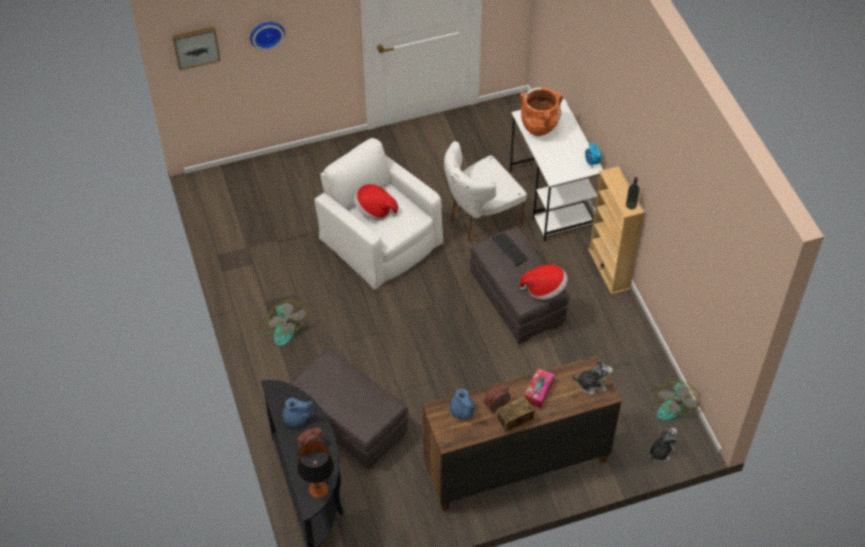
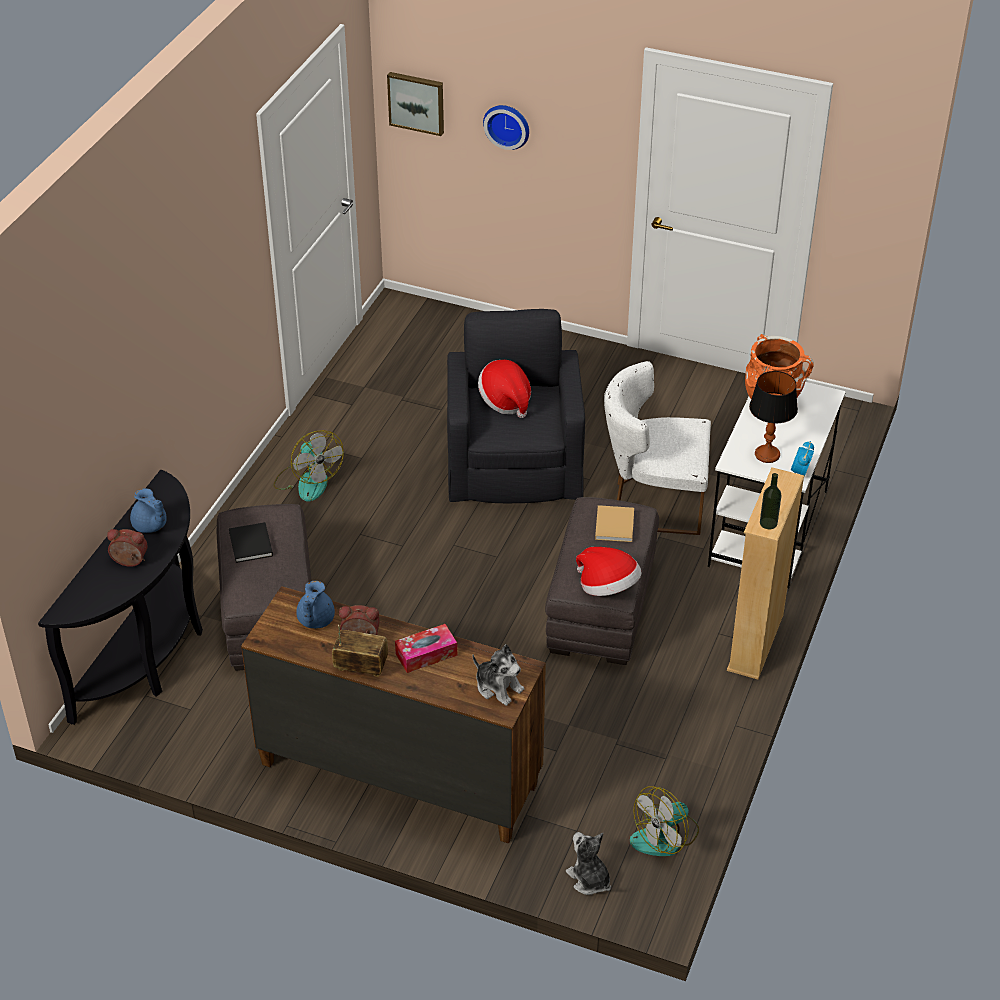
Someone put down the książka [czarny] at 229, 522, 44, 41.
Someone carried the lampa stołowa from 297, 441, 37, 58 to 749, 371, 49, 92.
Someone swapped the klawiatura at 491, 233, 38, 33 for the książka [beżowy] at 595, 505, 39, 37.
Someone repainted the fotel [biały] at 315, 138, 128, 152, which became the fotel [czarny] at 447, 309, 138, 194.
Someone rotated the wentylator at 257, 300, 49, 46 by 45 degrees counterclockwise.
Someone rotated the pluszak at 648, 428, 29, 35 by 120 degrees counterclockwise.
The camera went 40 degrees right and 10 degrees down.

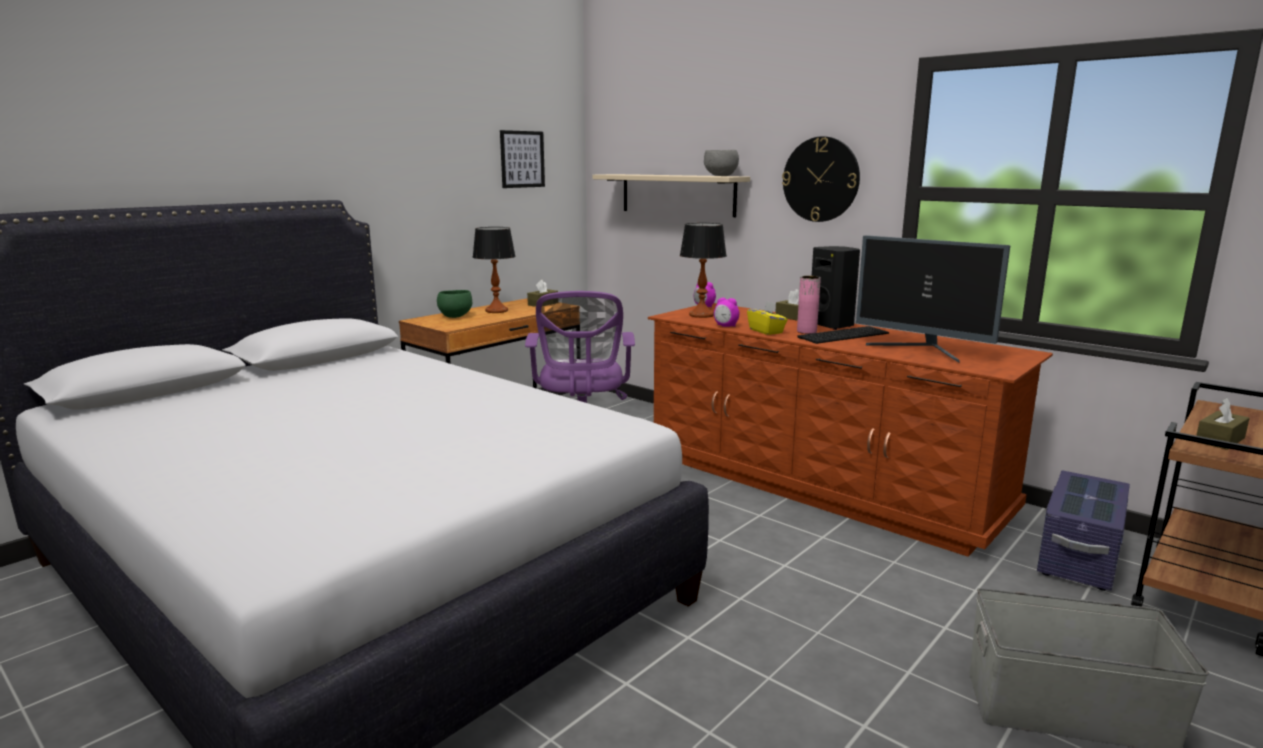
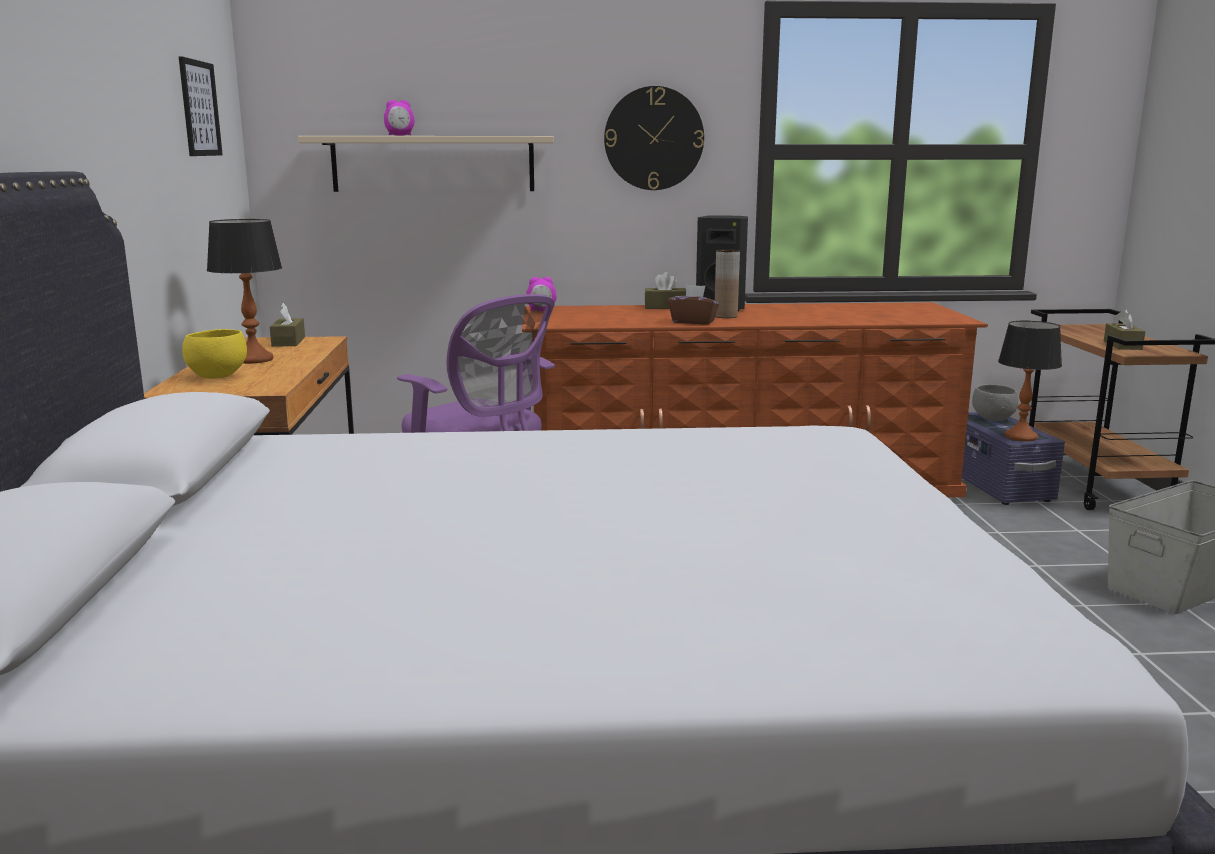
Someone took away the klawiatura at 797, 326, 92, 18.
Someone took away the monitor at 856, 235, 154, 127.
Someone carried the lampa stołowa from 680, 223, 47, 95 to 998, 321, 64, 120.
Someone carried the miska [szary] from 704, 150, 35, 26 to 972, 384, 47, 37.
Someone carried the budzik from 714, 298, 25, 29 to 384, 100, 31, 36.
Someone repainted the miska [zielony] at 437, 290, 35, 28, which became the miska [żółty] at 182, 329, 65, 50.
Someone repainted the pudełko chusteczek [żółty] at 747, 301, 41, 34, which became the pudełko chusteczek [brązowy] at 668, 285, 51, 40.
Someone repainted the wazon [różowy] at 797, 276, 24, 58, which became the wazon [brązowy] at 715, 249, 25, 69.
The camera went 45 degrees left and 0 degrees up.

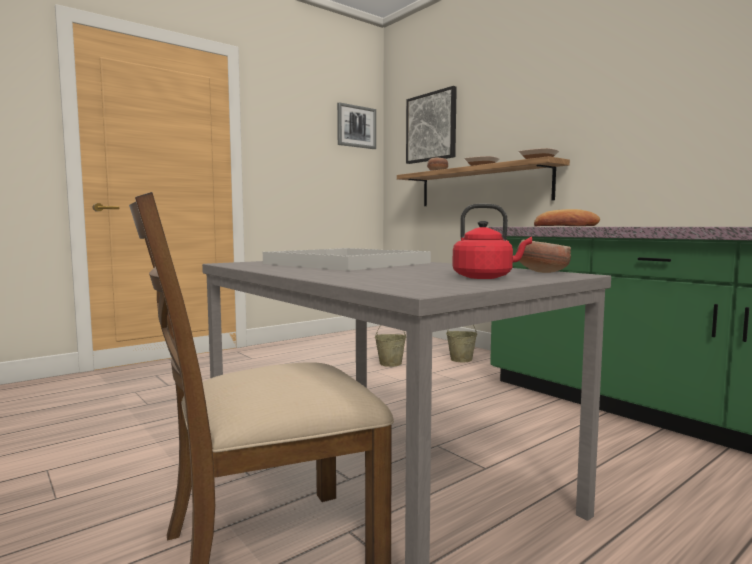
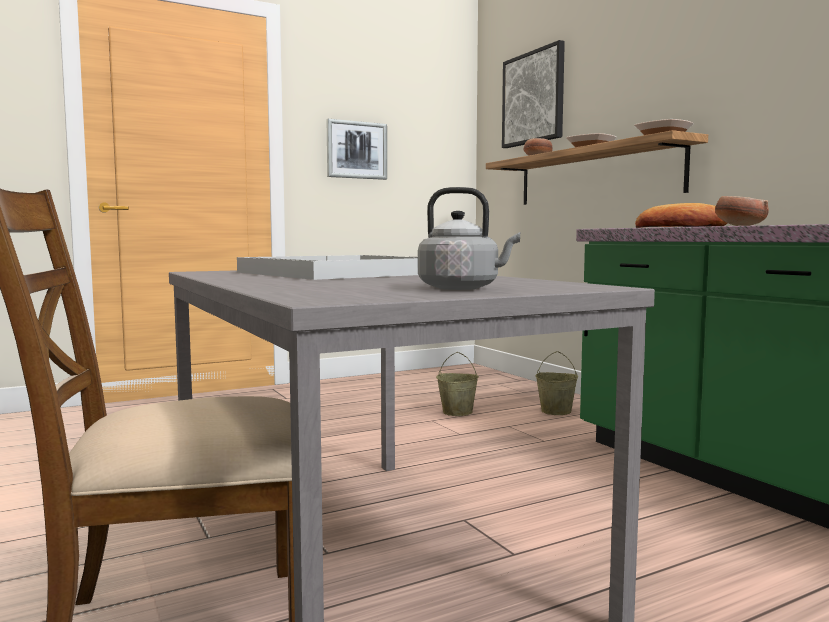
Someone carried the obraz from 337, 102, 39, 47 to 327, 119, 60, 61.
Someone carried the miska from 516, 239, 55, 34 to 715, 196, 54, 30.
Someone repainted the czajnik [czerwony] at 452, 204, 80, 75, which became the czajnik [szary] at 418, 187, 102, 103.
The camera went 10 degrees right and 0 degrees up.

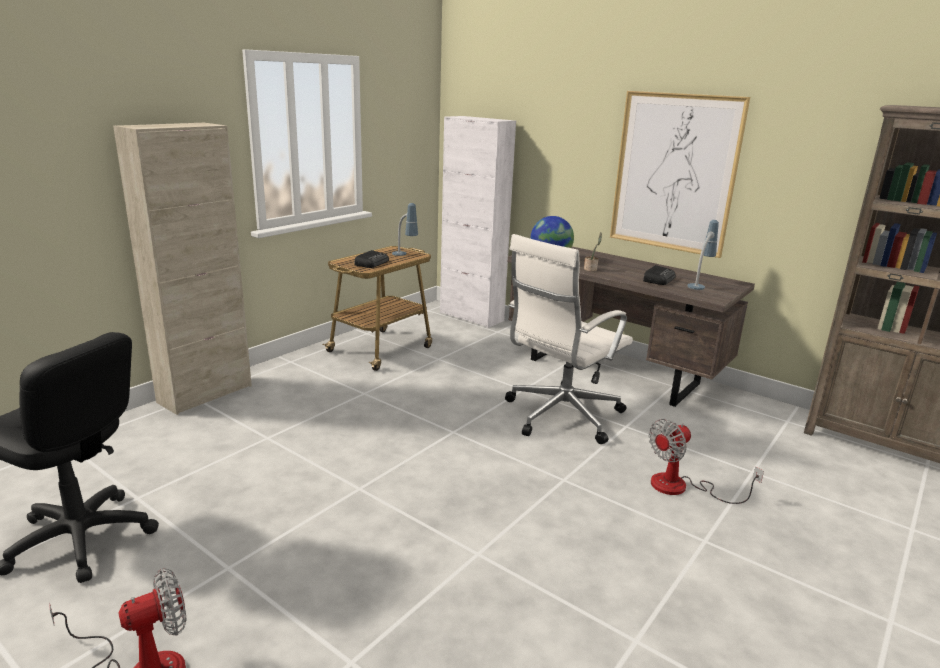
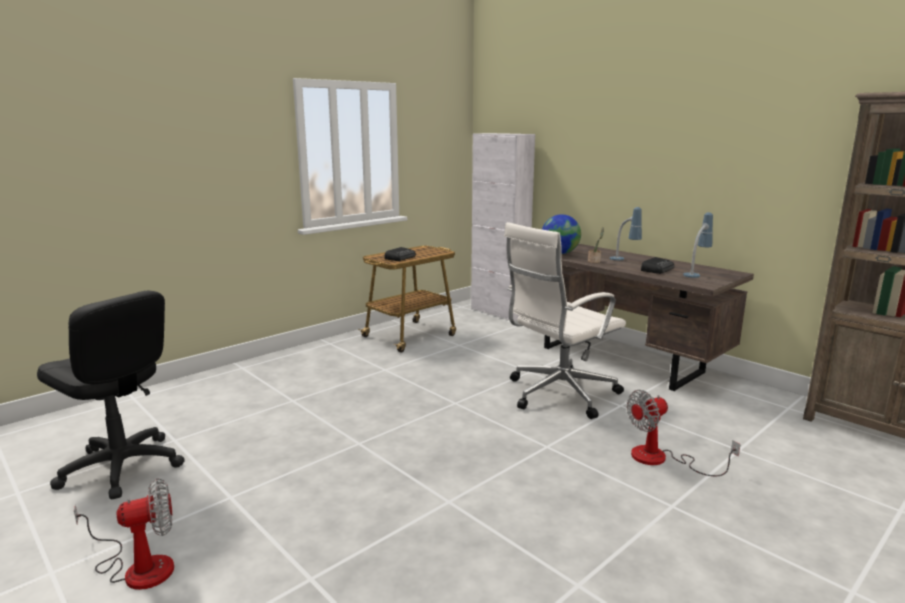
Someone took away the szafka [beżowy] at 113, 122, 139, 293.
Someone took away the obraz at 610, 91, 140, 167.
Someone carried the lampa stołowa from 392, 203, 26, 53 to 610, 207, 32, 53.
The camera went 10 degrees right and 5 degrees down.

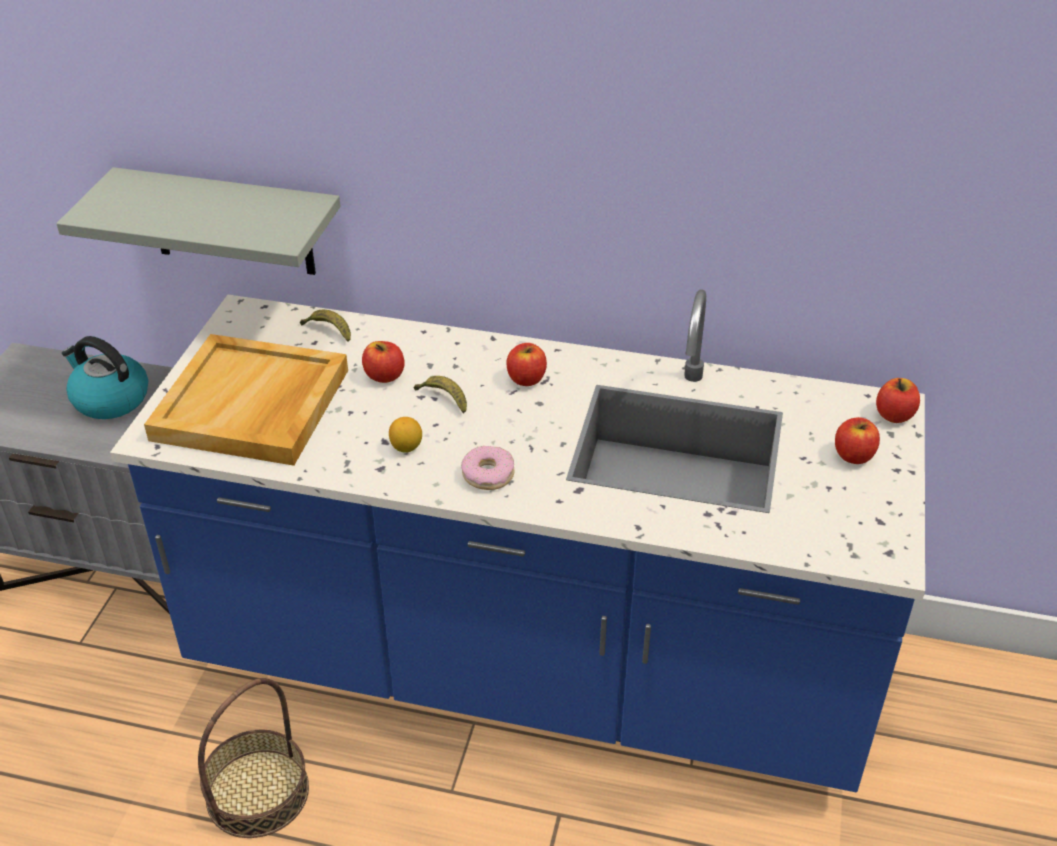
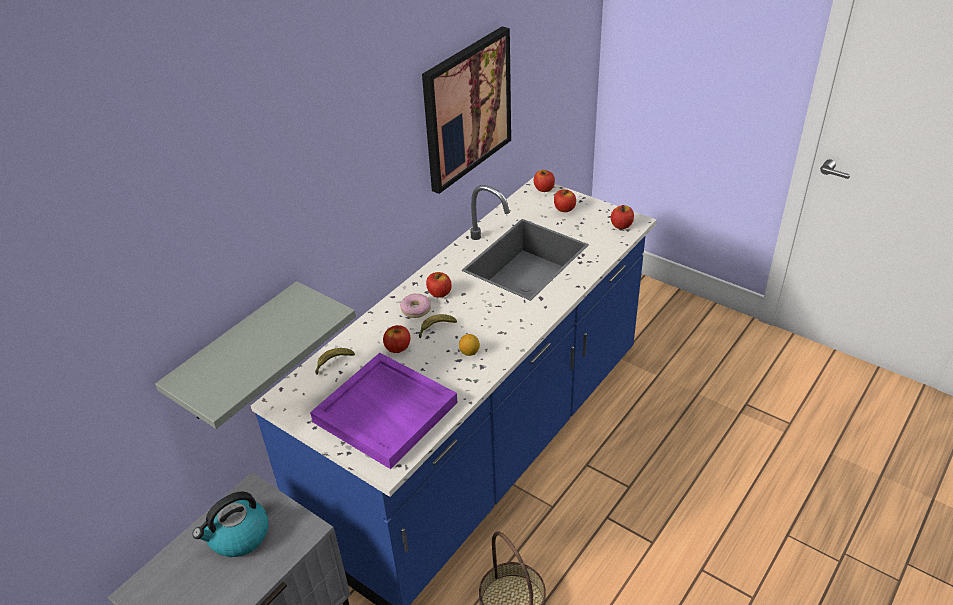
Someone put up the obraz at 422, 26, 89, 168.
Someone put down the jabłko at 611, 205, 23, 24.
Someone carried the donut from 461, 446, 53, 44 to 400, 293, 31, 25.
Someone repainted the taca [beżowy] at 144, 334, 204, 132, which became the taca [fioletowy] at 310, 353, 148, 116.
The camera went 65 degrees left and 0 degrees up.

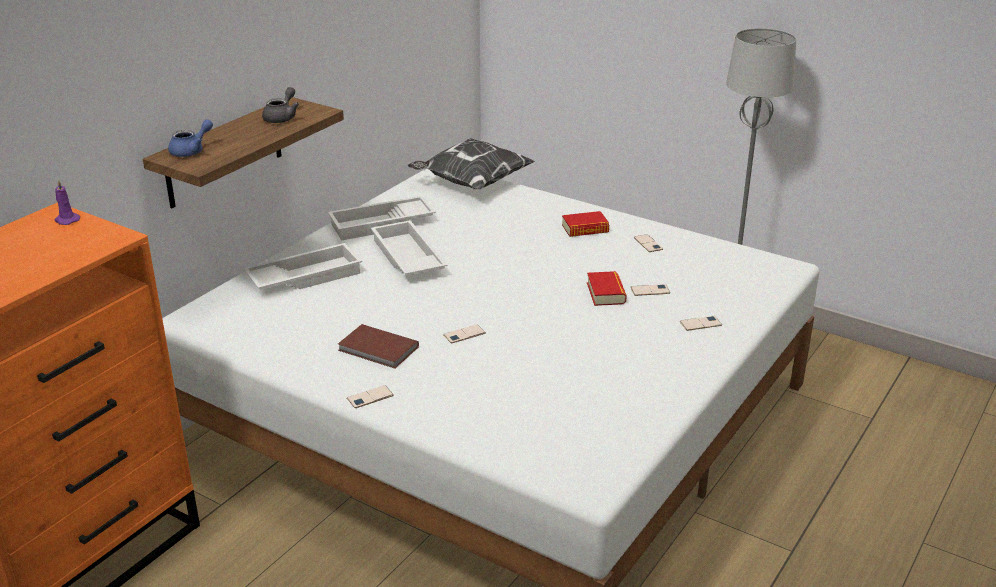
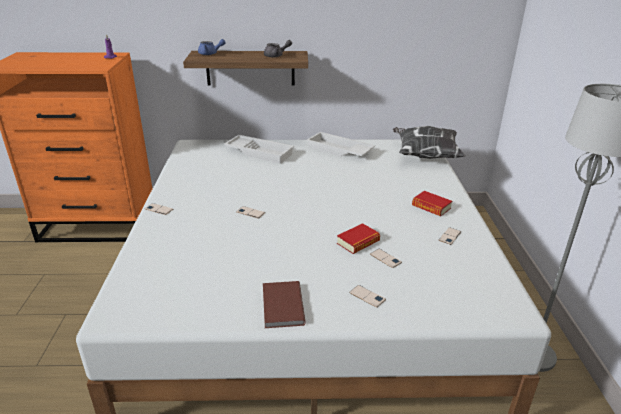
Someone took away the taca [biały] at 371, 220, 76, 56.
Someone carried the książka [brązowy] from 338, 324, 81, 45 to 263, 281, 43, 47.
The camera went 55 degrees right and 0 degrees up.

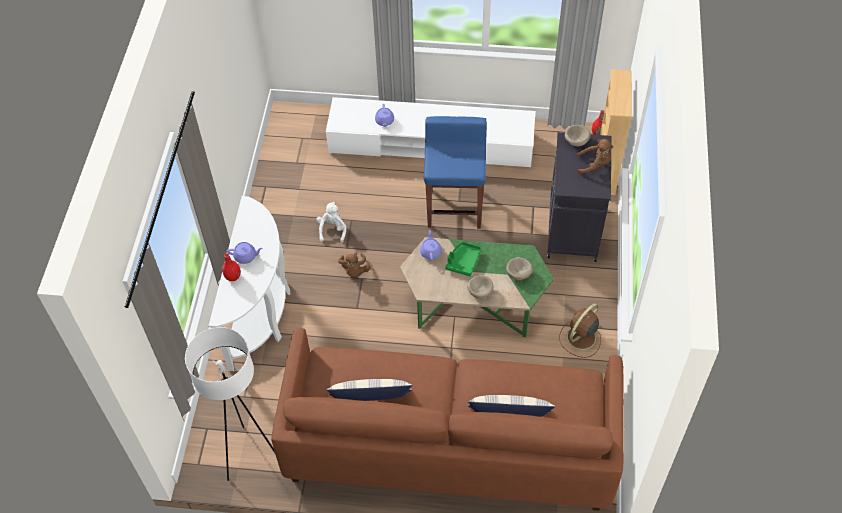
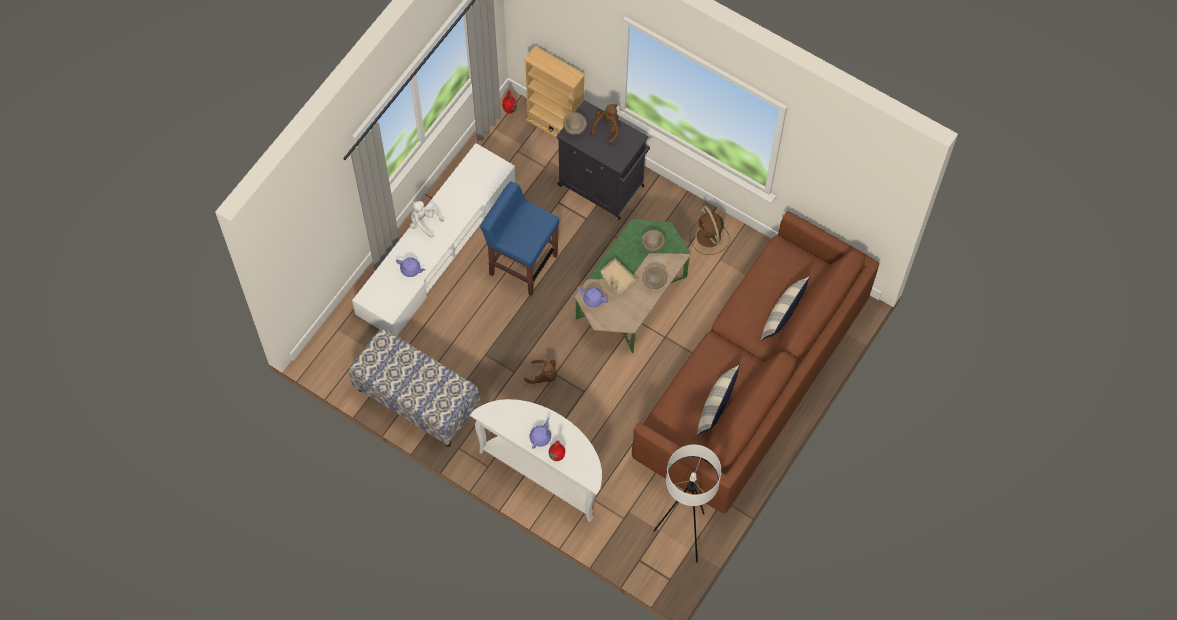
Someone put down the ławka at 349, 328, 131, 119.
Someone carried the pluszak [biały] from 317, 202, 29, 40 to 410, 201, 34, 36.
Someone repainted the taca [zielony] at 445, 242, 37, 34, which became the taca [beżowy] at 601, 258, 36, 38.
The camera went 65 degrees left and 10 degrees up.

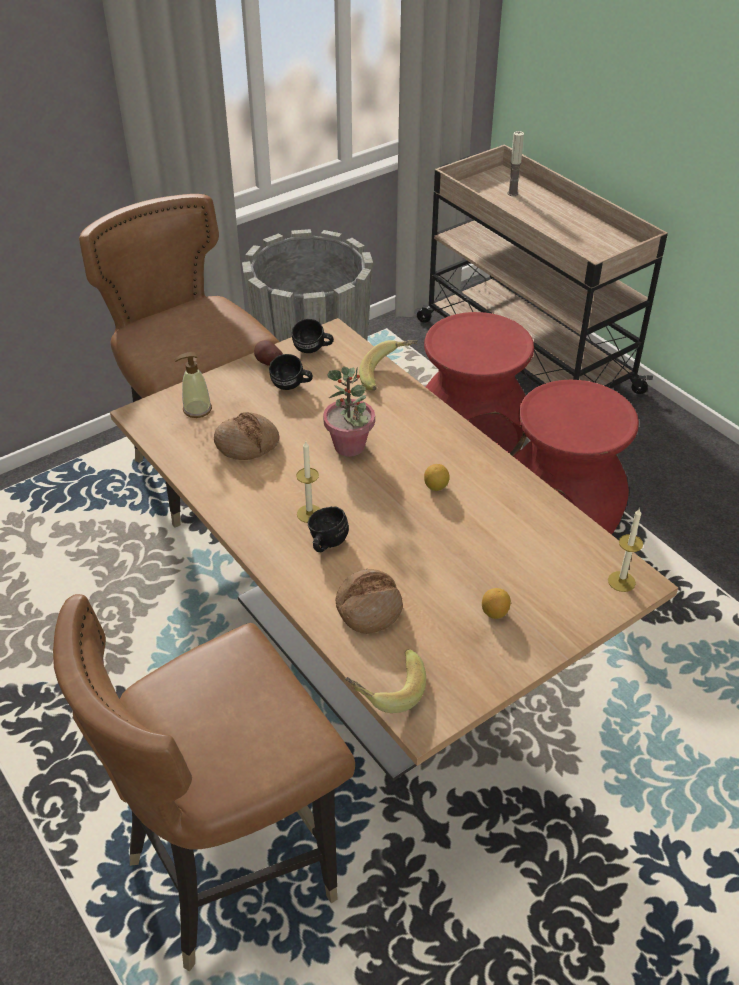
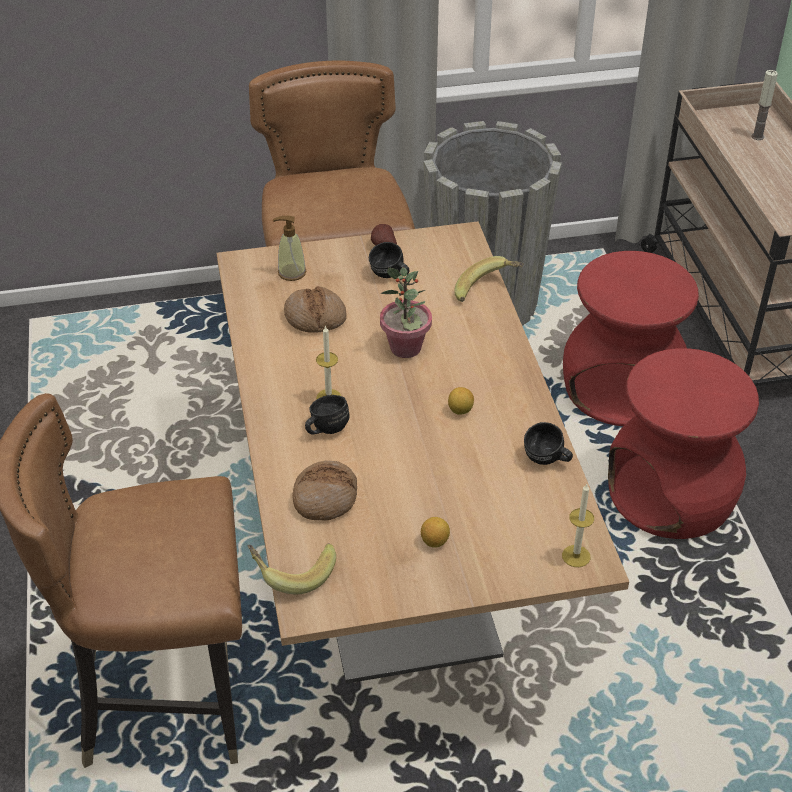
Someone carried the kubek [czarny] from 292, 319, 42, 34 to 524, 422, 49, 43.
The camera went 25 degrees right and 0 degrees up.

